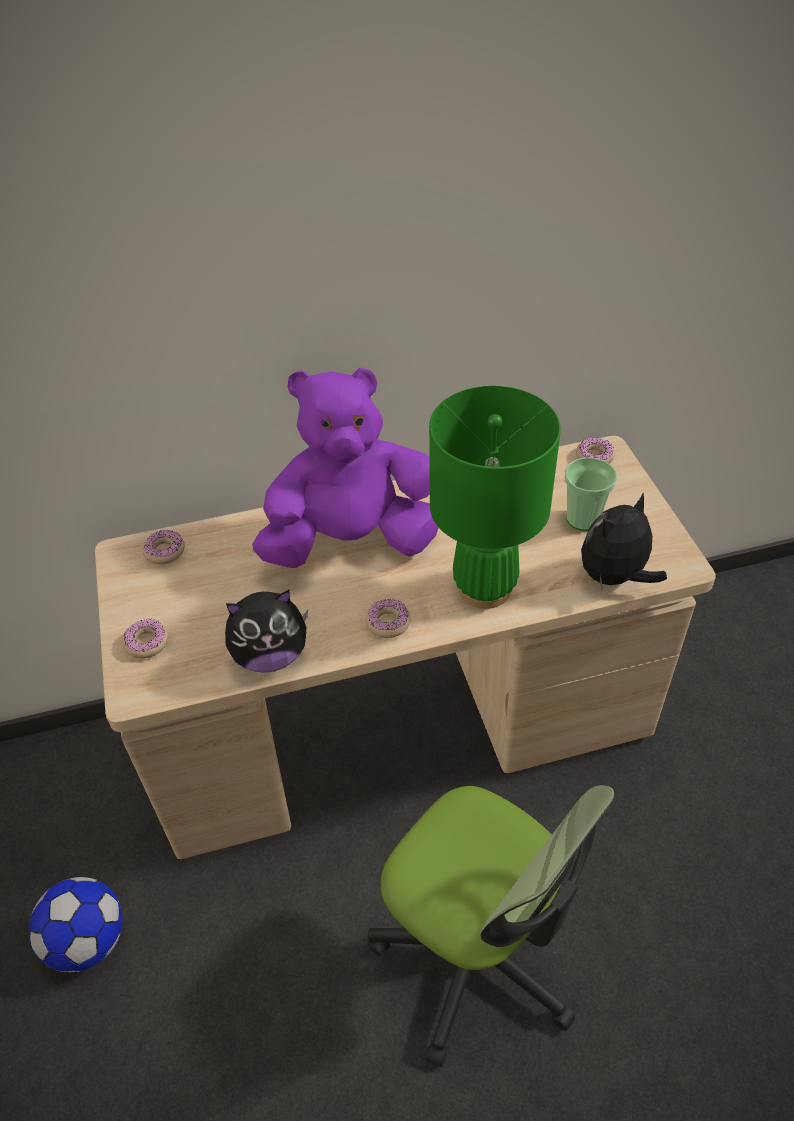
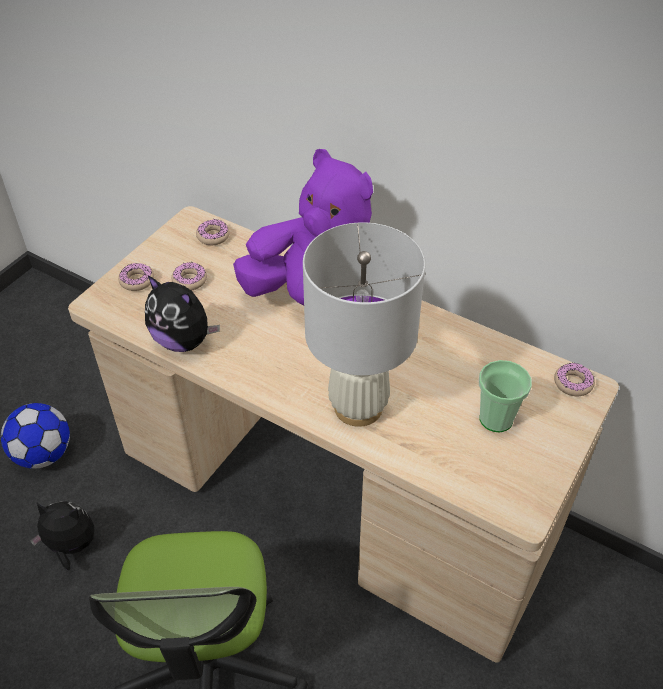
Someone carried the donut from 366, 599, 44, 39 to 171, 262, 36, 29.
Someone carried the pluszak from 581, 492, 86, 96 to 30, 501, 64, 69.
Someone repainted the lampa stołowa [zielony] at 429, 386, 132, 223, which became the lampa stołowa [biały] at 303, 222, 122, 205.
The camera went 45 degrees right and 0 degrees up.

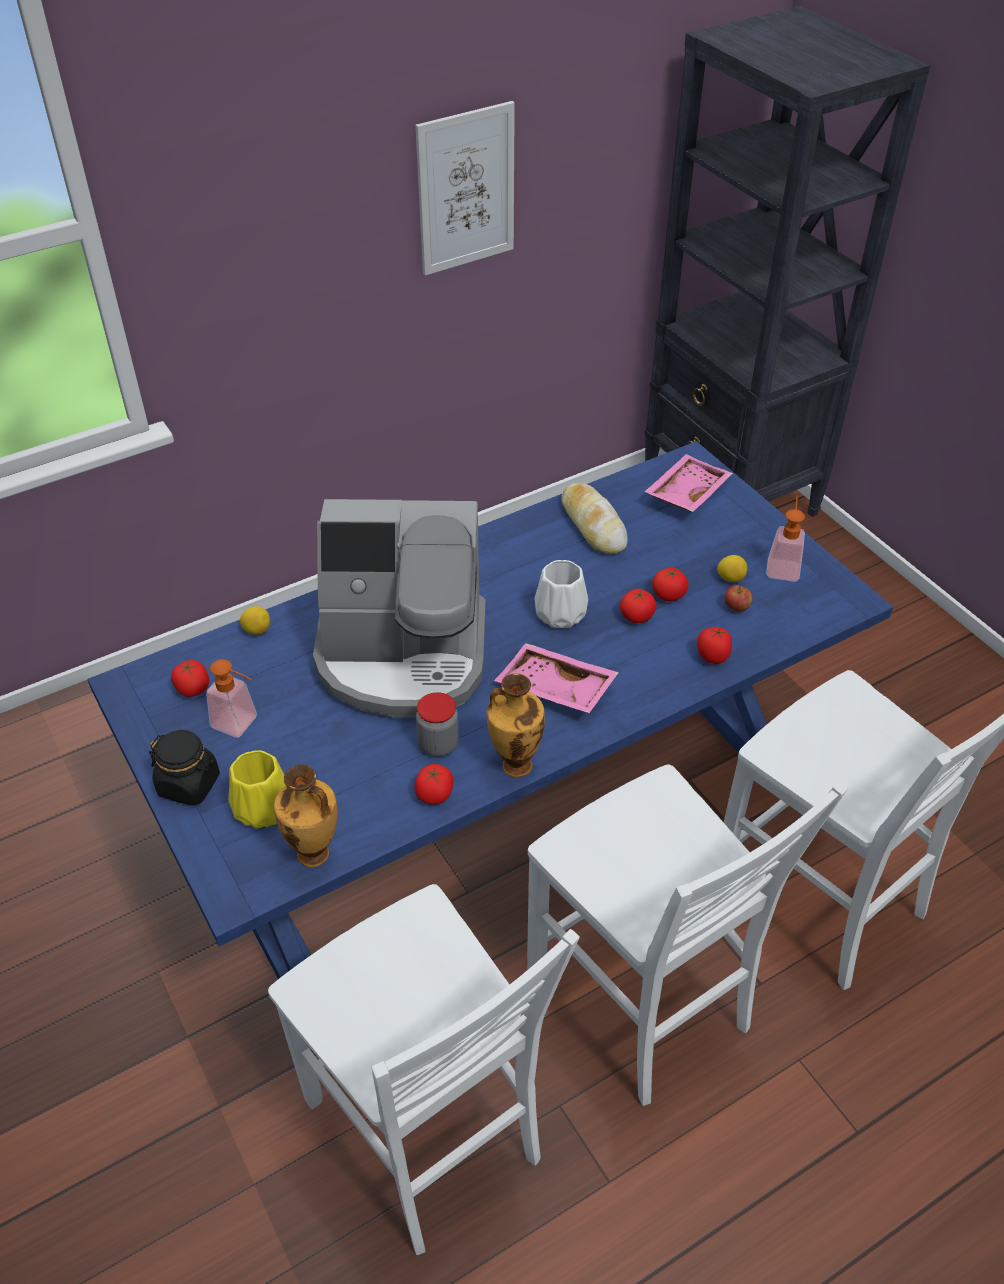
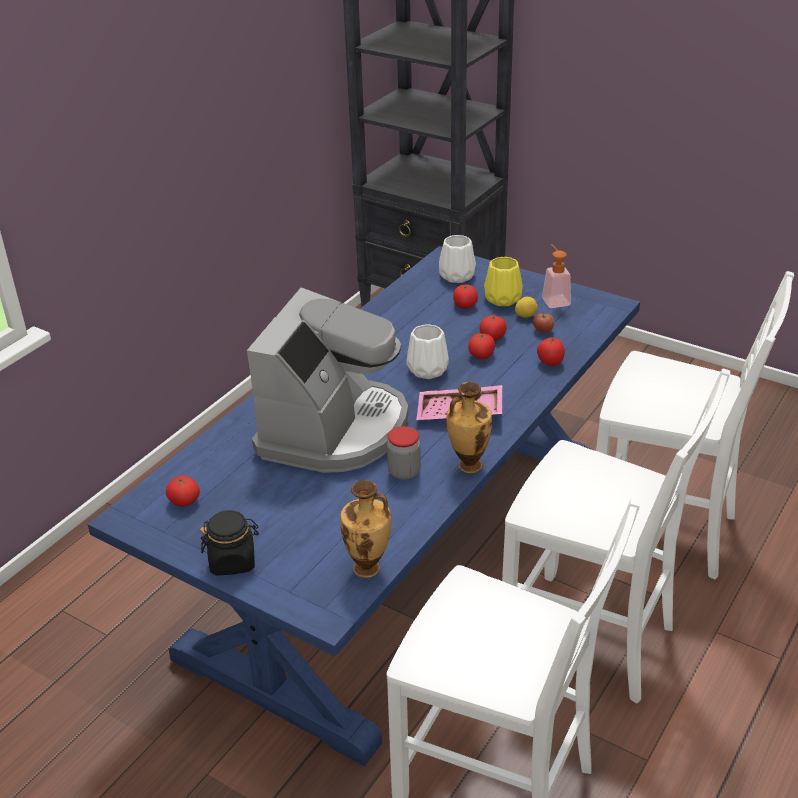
Someone took away the dozownik mydła at 206, 659, 51, 79.
Someone took away the cytryna at 240, 606, 30, 29.
Someone took away the obraz at 415, 101, 100, 175.
Someone took away the chleb at 561, 483, 67, 71.
Someone carried the wazon [żółty] from 228, 750, 58, 79 to 484, 257, 39, 49.
Someone carried the pomidor from 414, 764, 40, 40 to 453, 284, 25, 25.
Someone swapped the taca [różowy] at 644, 454, 89, 58 for the wazon [biały] at 439, 235, 37, 48.
Someone rotated the ekspres do kawy at 313, 499, 173, 219 by 45 degrees counterclockwise.
The camera went 25 degrees left and 10 degrees down.

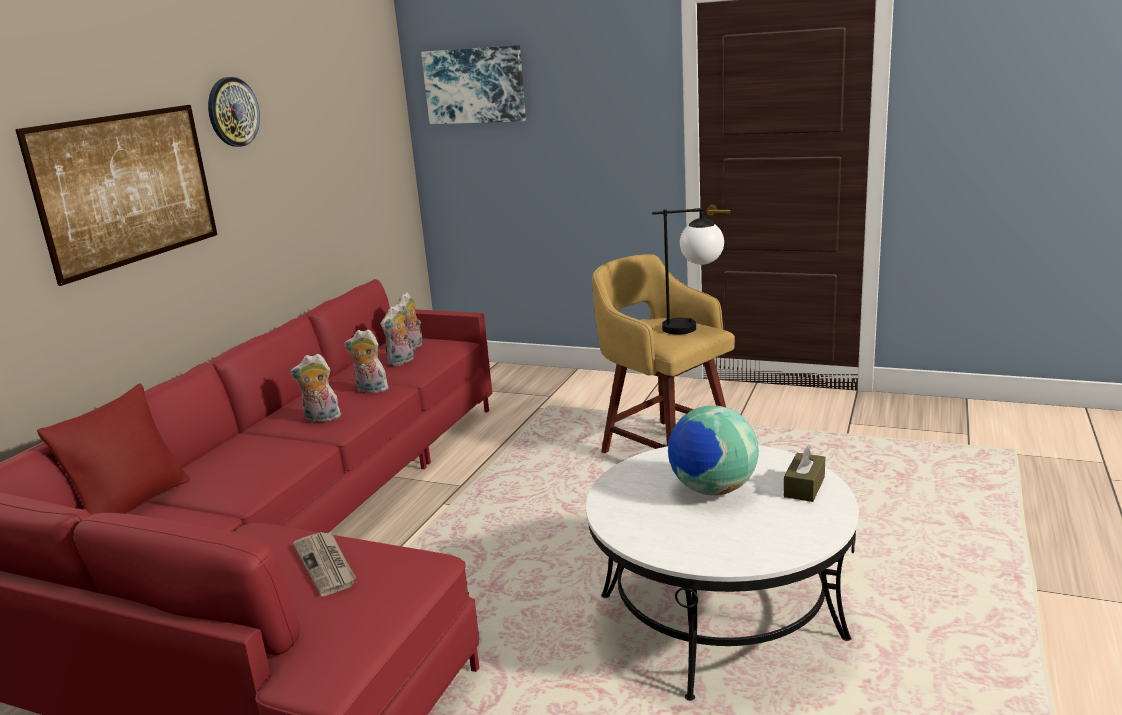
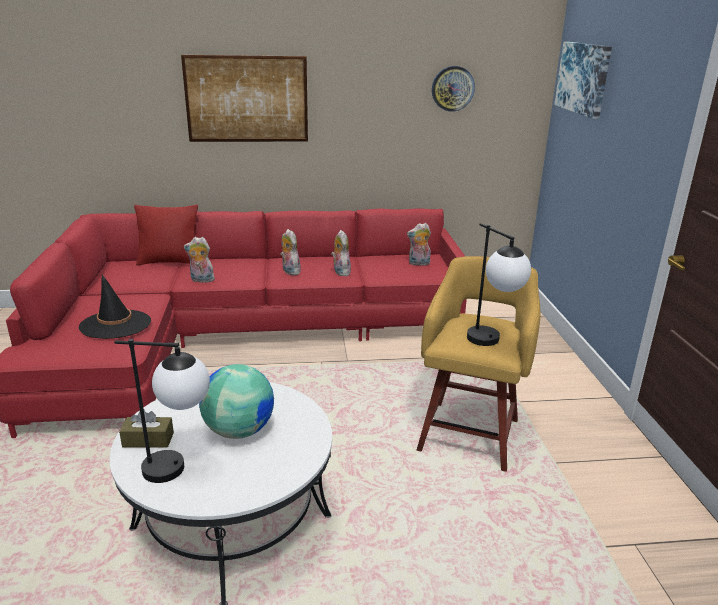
Someone put down the lampa stołowa at 114, 339, 96, 144.
Someone carried the zegar ścienny from 208, 77, 52, 70 to 432, 66, 43, 46.
Someone carried the pluszak from 381, 304, 33, 62 to 184, 237, 31, 46.
Someone carried the pudełko chusteczek [brązowy] from 784, 445, 41, 57 to 119, 410, 55, 38.
Someone swapped the gazeta at 293, 532, 63, 64 for the kapelusz [czarny] at 78, 274, 73, 65.
The camera went 60 degrees right and 5 degrees up.

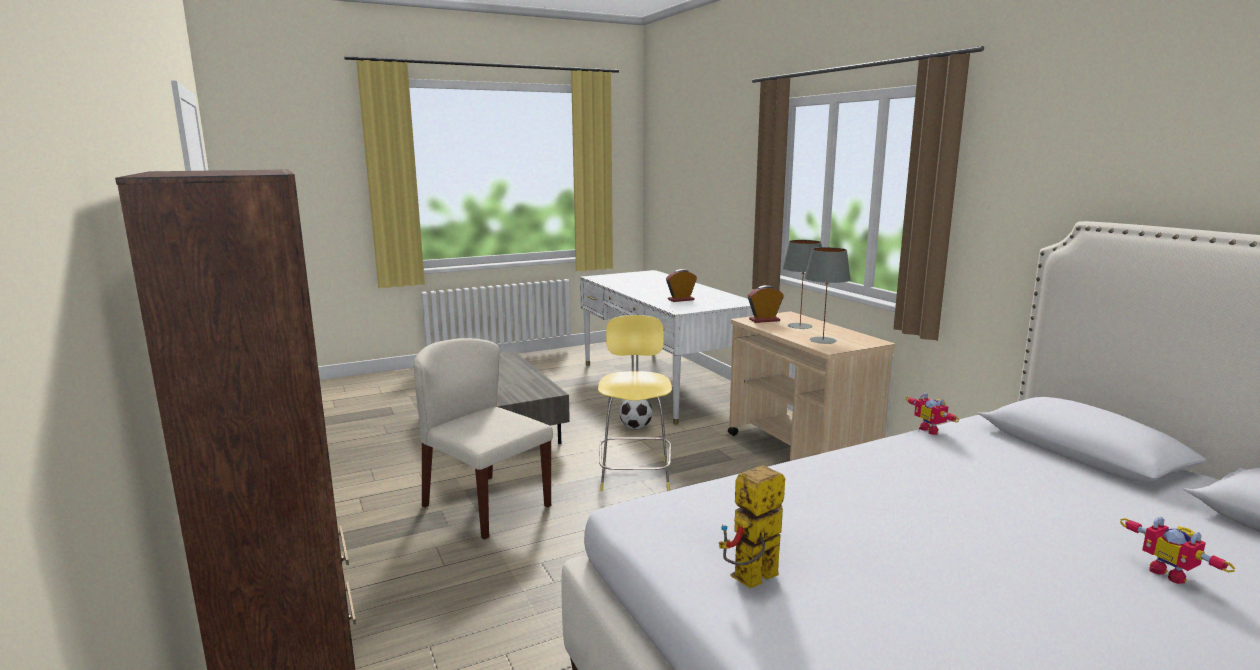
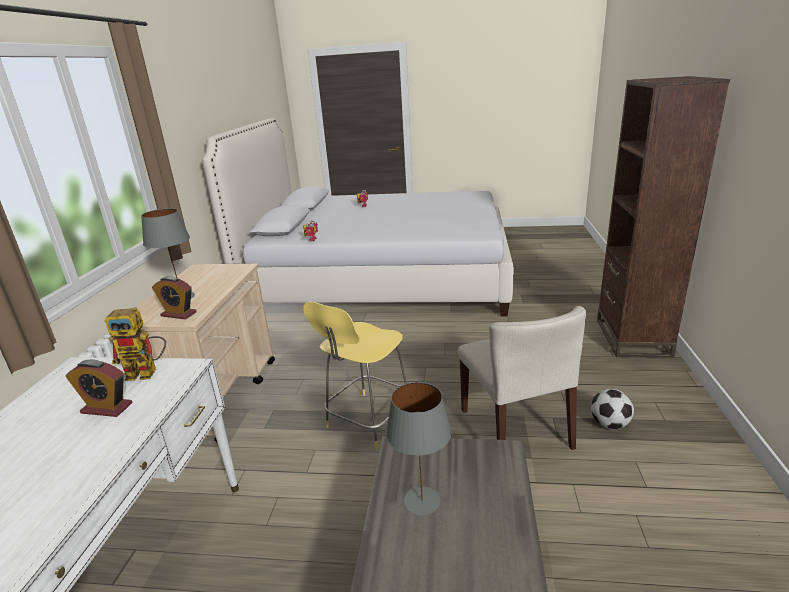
Someone carried the piłka futbolowa from 619, 399, 33, 30 to 591, 389, 43, 40.
Someone carried the robot zabawkowy from 719, 465, 66, 123 to 105, 307, 61, 74.
Someone carried the lampa stołowa [szary] from 804, 247, 47, 97 to 386, 382, 66, 133.
The camera went 145 degrees left and 10 degrees up.

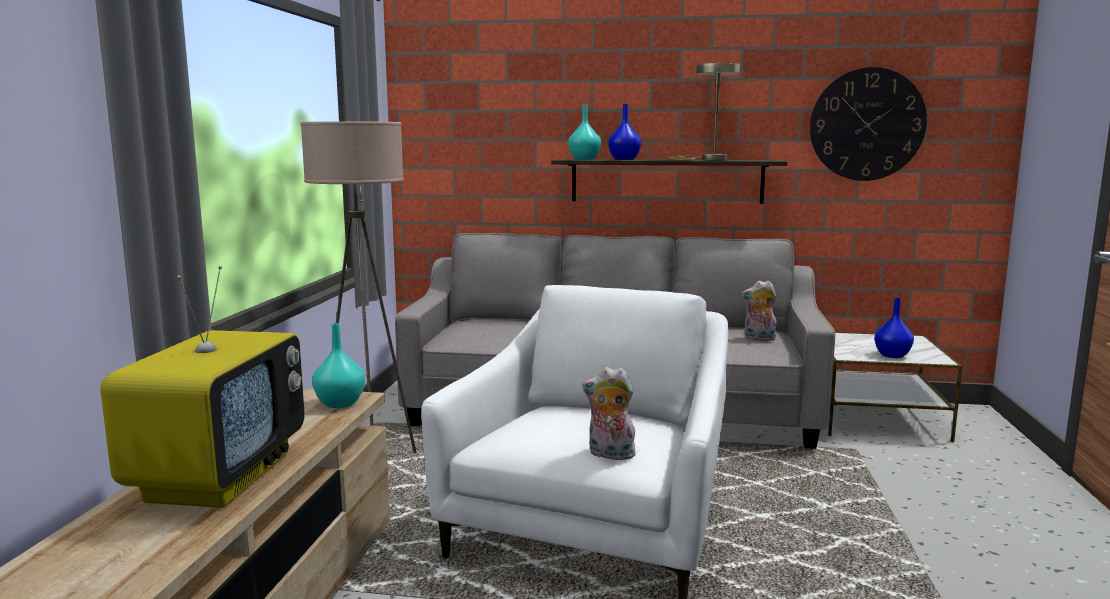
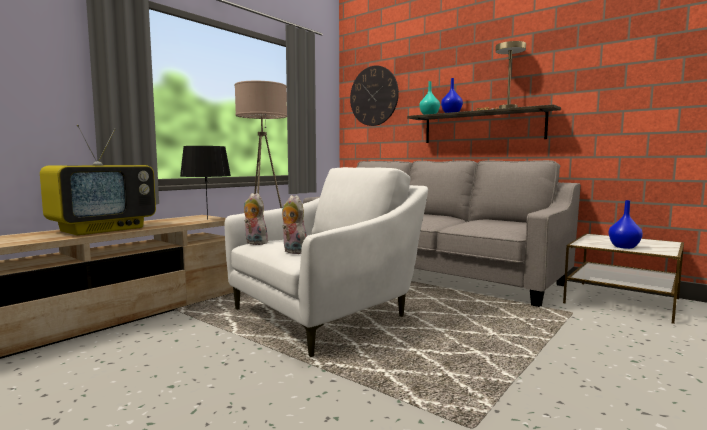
Someone carried the pluszak from 741, 280, 36, 61 to 244, 193, 24, 52.
Someone carried the zegar ścienny from 810, 67, 117, 114 to 350, 65, 49, 61.
Someone swapped the wazon [turkusowy] at 312, 323, 53, 85 for the lampa stołowa [czarny] at 180, 146, 51, 74.
The camera went 30 degrees right and 5 degrees down.

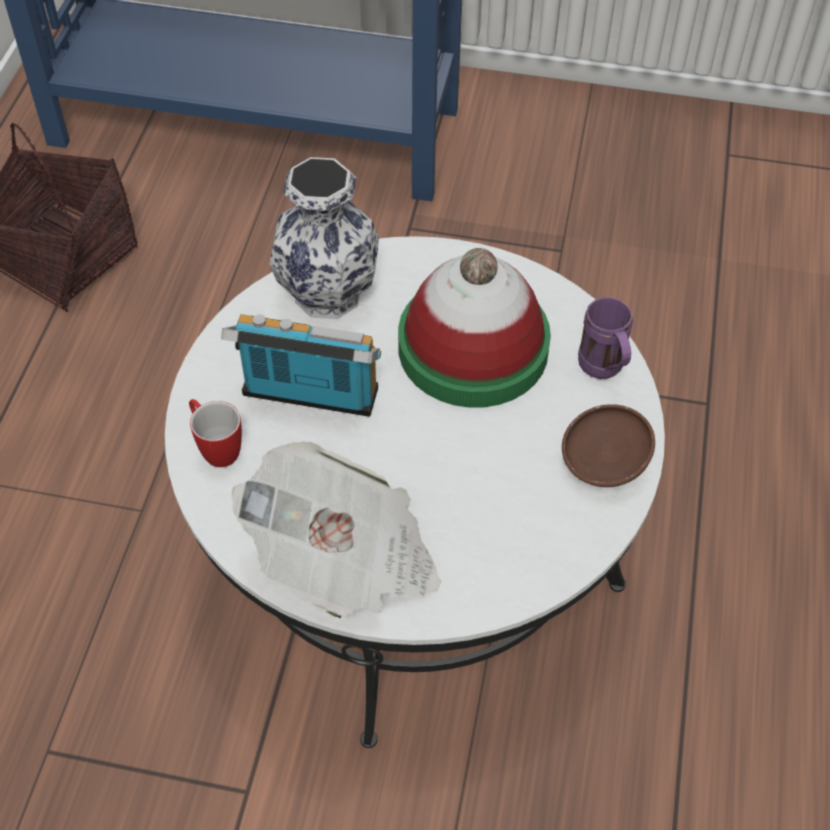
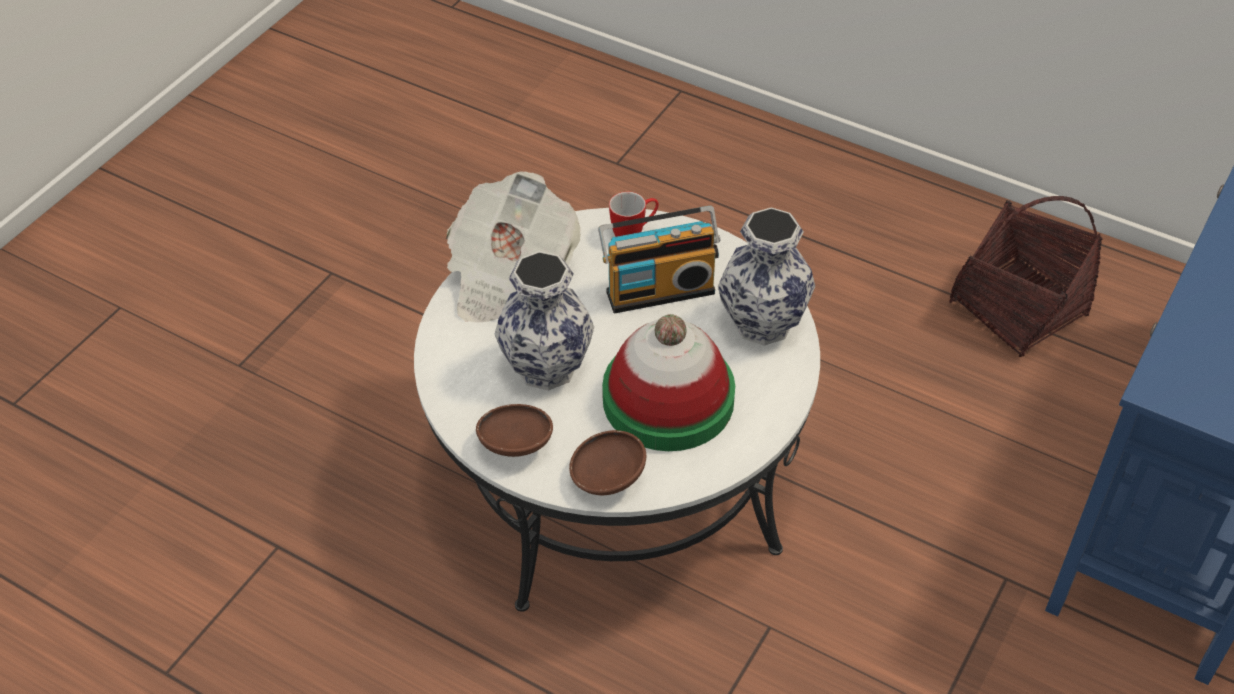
Someone put down the wazon at 495, 251, 99, 139.
Someone swapped the kubek [fioletowy] at 578, 297, 55, 82 for the miska [brązowy] at 569, 430, 77, 65.
Someone rotated the radio at 221, 314, 160, 103 by 45 degrees clockwise.
The camera went 110 degrees right and 5 degrees down.

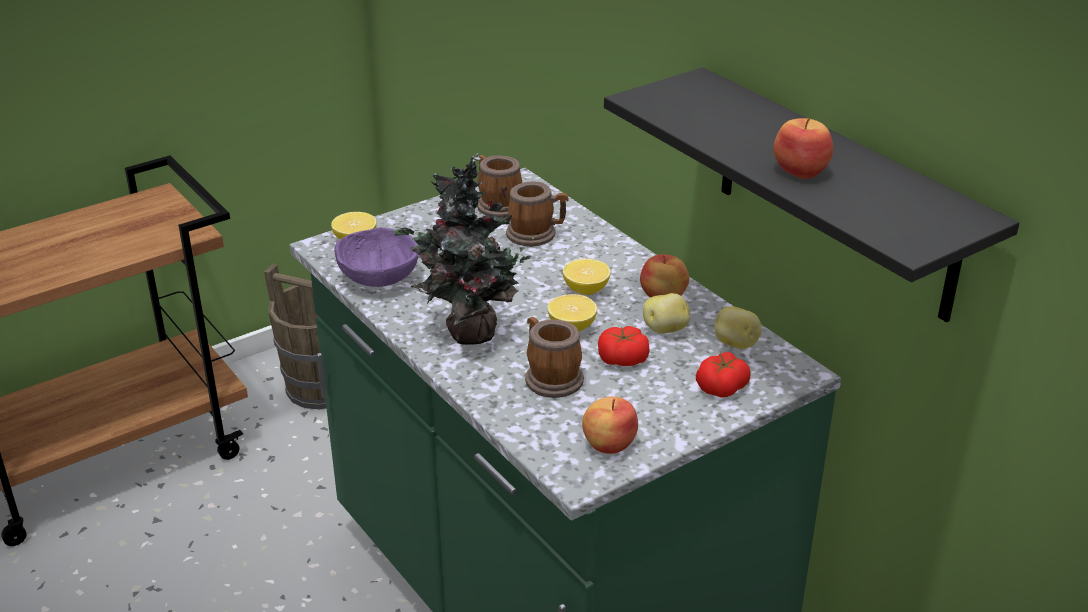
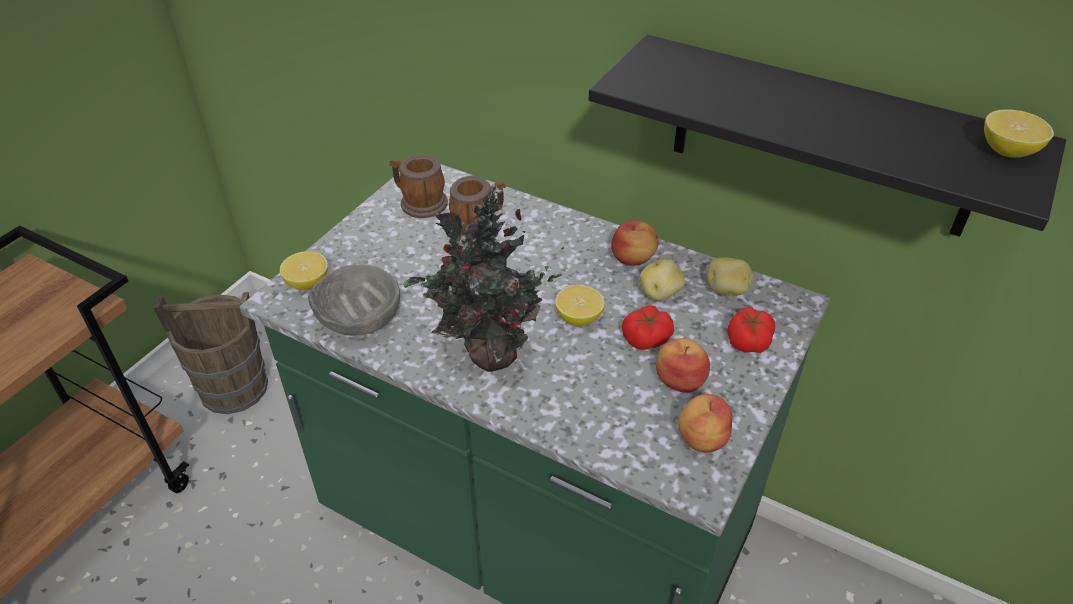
Someone took away the kubek at 525, 317, 59, 81.
Someone carried the cytryna from 563, 259, 48, 36 to 984, 109, 70, 49.
Someone carried the jabłko from 773, 118, 60, 61 to 656, 338, 54, 55.
Someone repainted the miska [fioletowy] at 334, 227, 85, 60, which became the miska [szary] at 308, 265, 92, 70.
The camera went 25 degrees left and 10 degrees up.

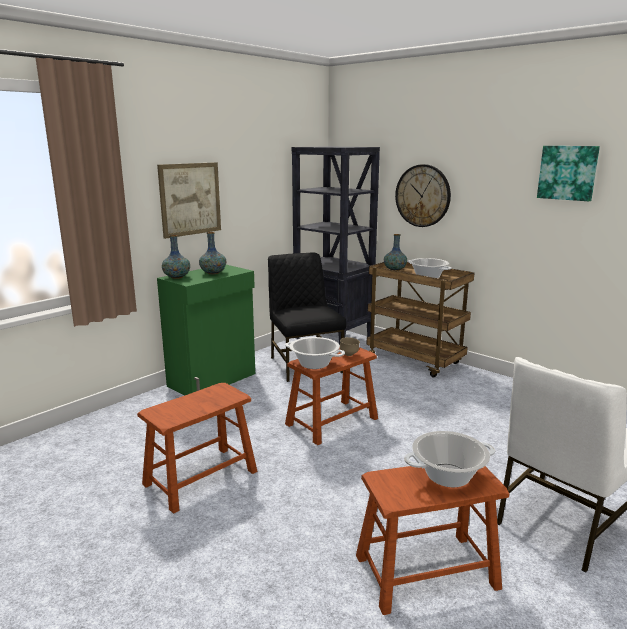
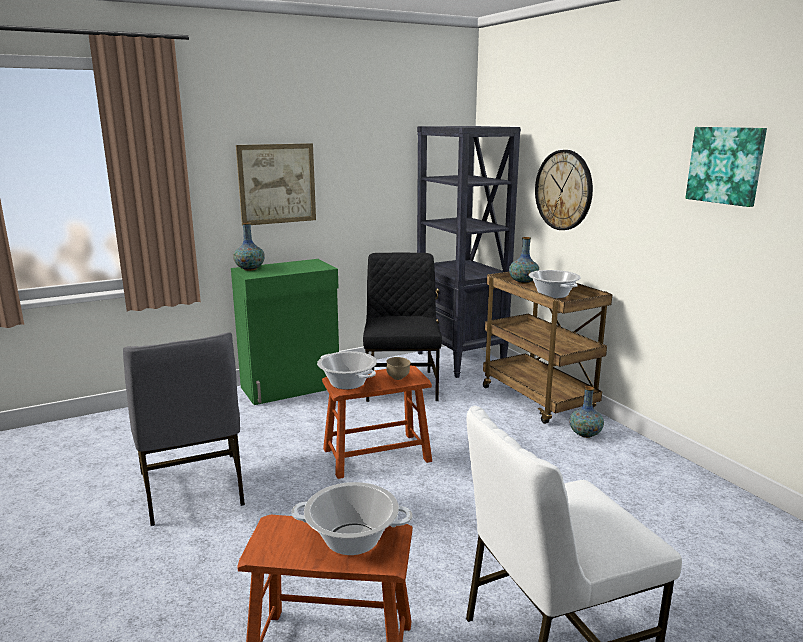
Someone carried the wazon from 199, 232, 27, 42 to 569, 386, 35, 52.
Someone swapped the stołek [brązowy] at 137, 383, 120, 130 for the krzesło [szary] at 123, 332, 122, 194.
The camera went 20 degrees right and 0 degrees up.

